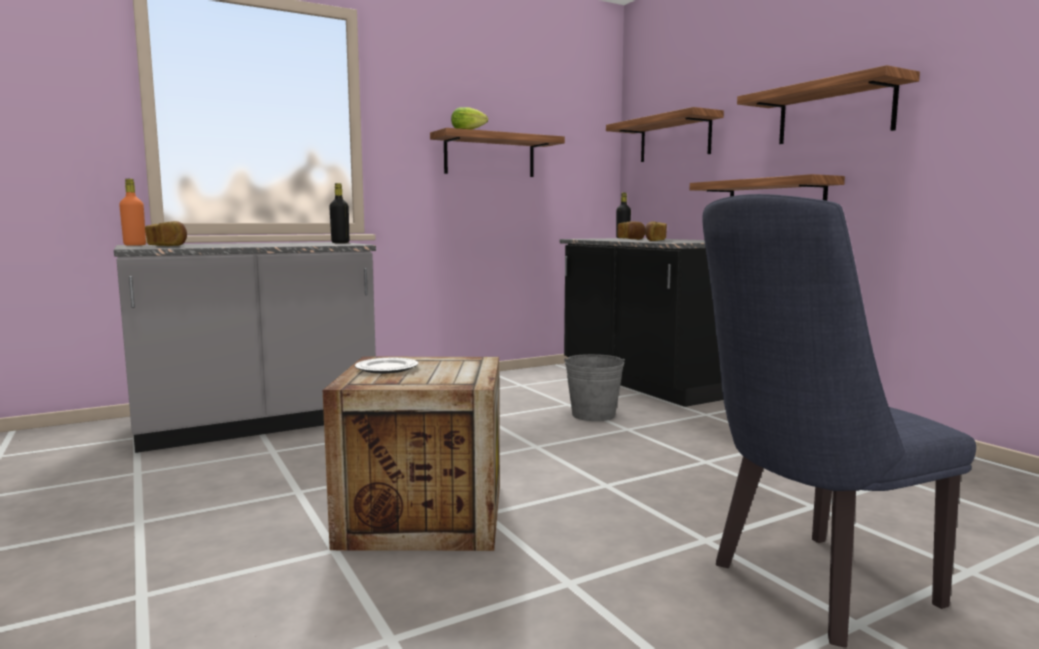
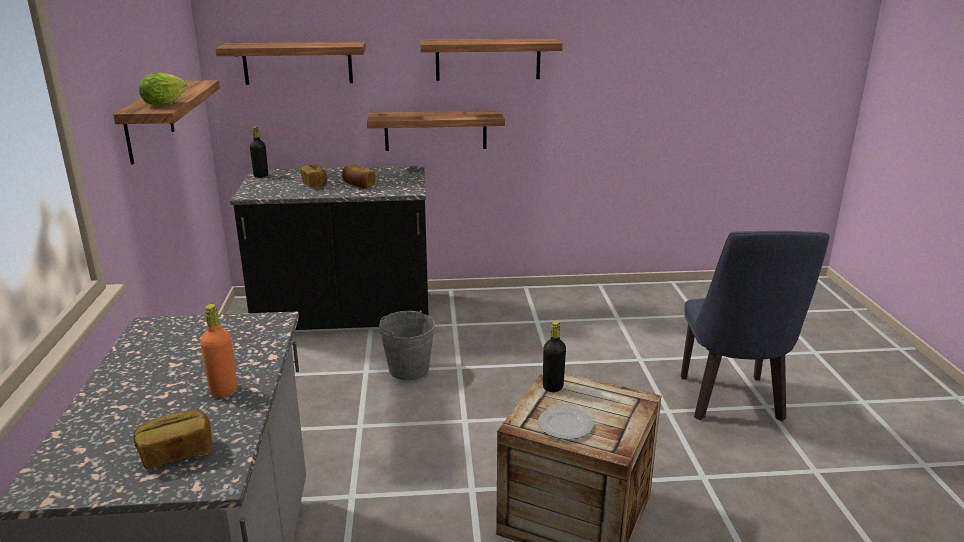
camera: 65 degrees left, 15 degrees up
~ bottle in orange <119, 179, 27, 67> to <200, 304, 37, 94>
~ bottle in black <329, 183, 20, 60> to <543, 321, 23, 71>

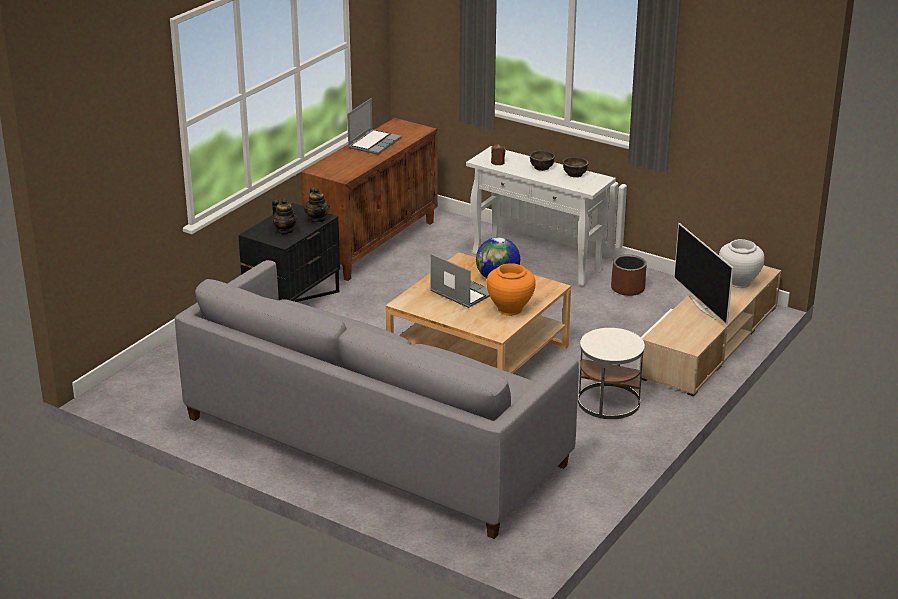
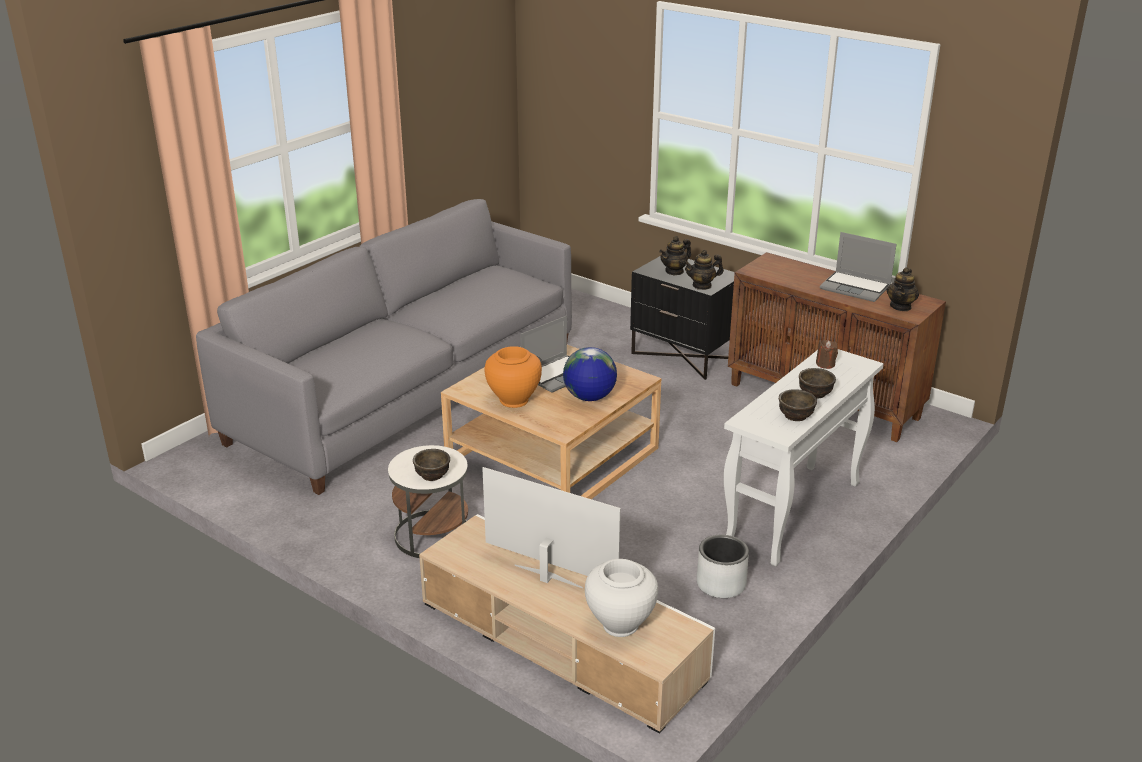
camera: 95 degrees right, 0 degrees up
~ planter in brown <611, 255, 36, 41> to planter in grey <697, 535, 52, 63>
~ television <674, 223, 59, 102> = <482, 467, 139, 121> 45 degrees clockwise
+ bowl in brown <413, 449, 37, 32>
+ teapot <886, 267, 33, 44>

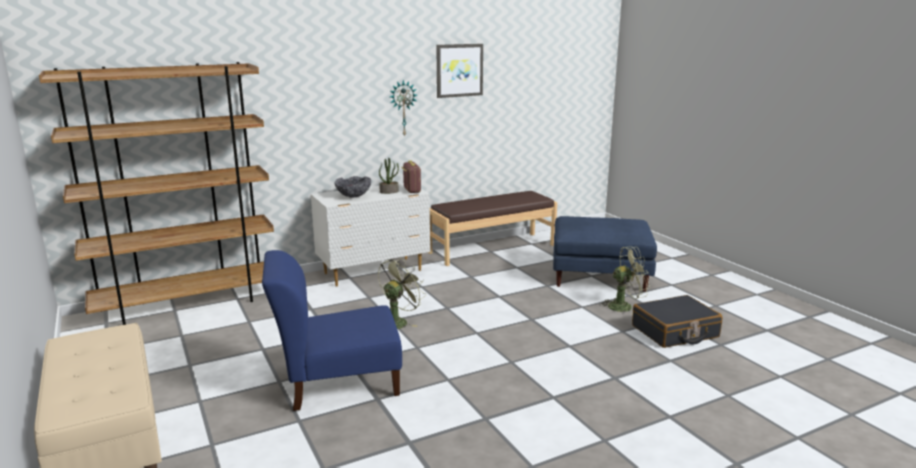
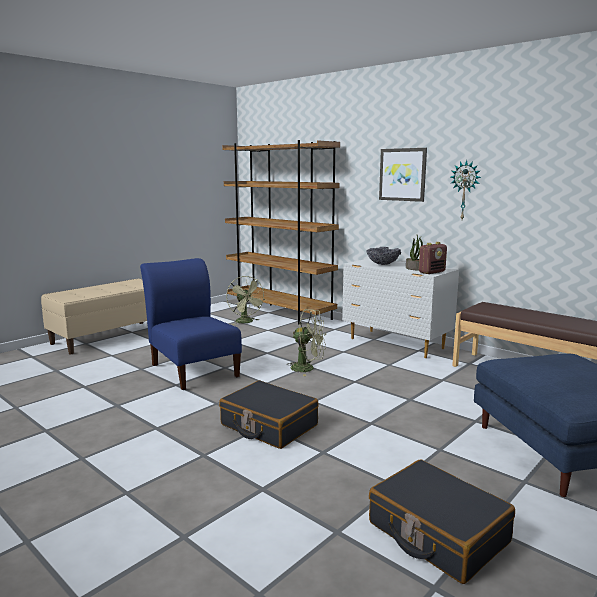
camera: 70 degrees right, 5 degrees down
~ picture <436, 44, 47, 54> to <379, 148, 48, 54>
~ fan in green <601, 246, 49, 68> to <226, 276, 40, 49>
+ suitcase in black <219, 380, 100, 69>

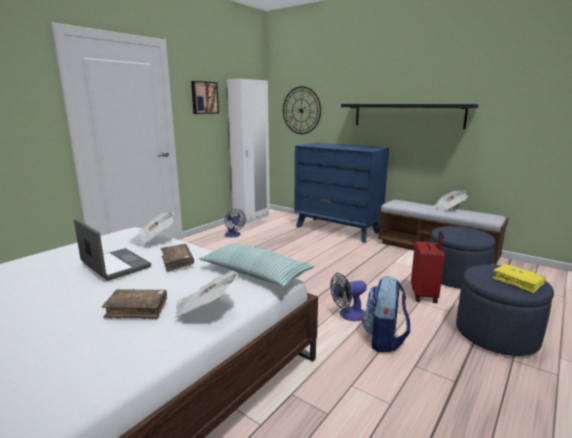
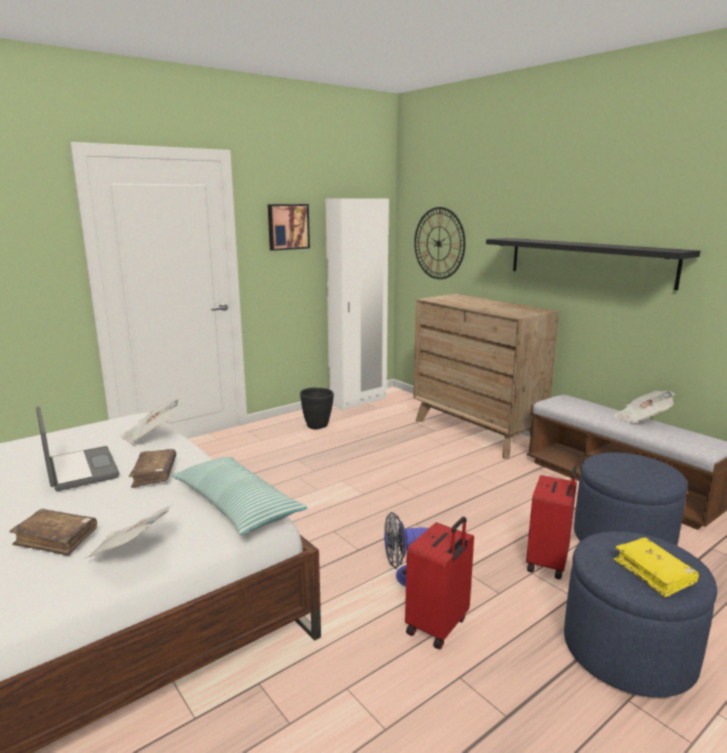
camera: 15 degrees right, 0 degrees up
~ fan <225, 209, 21, 28> to planter in black <300, 388, 34, 41>
~ dresser in blue <294, 143, 95, 100> to dresser in brown <413, 294, 146, 165>
~ backpack <362, 276, 48, 76> to suitcase in red <405, 517, 69, 132>

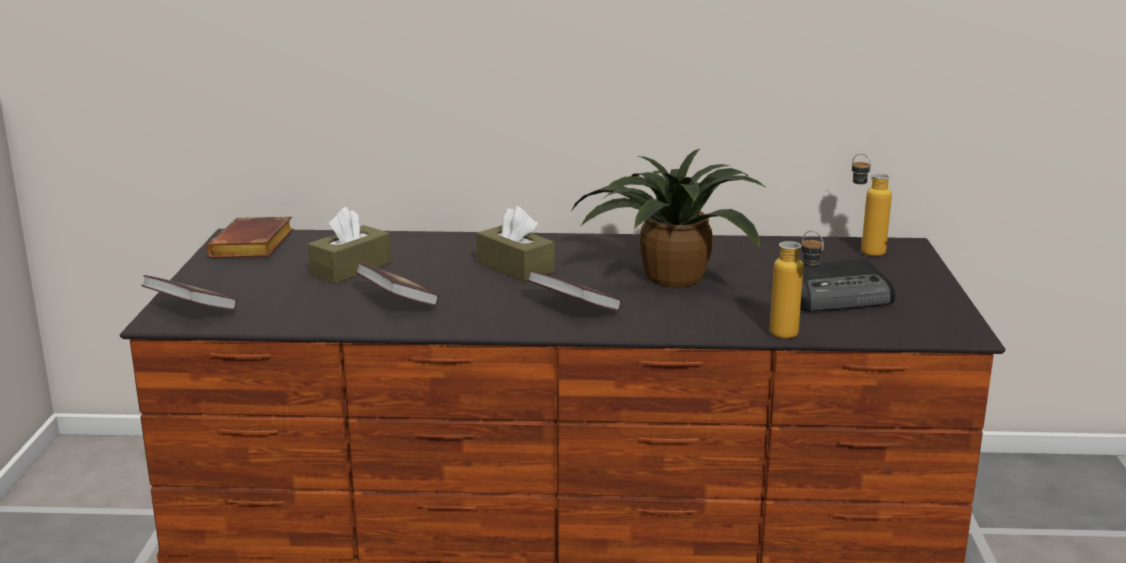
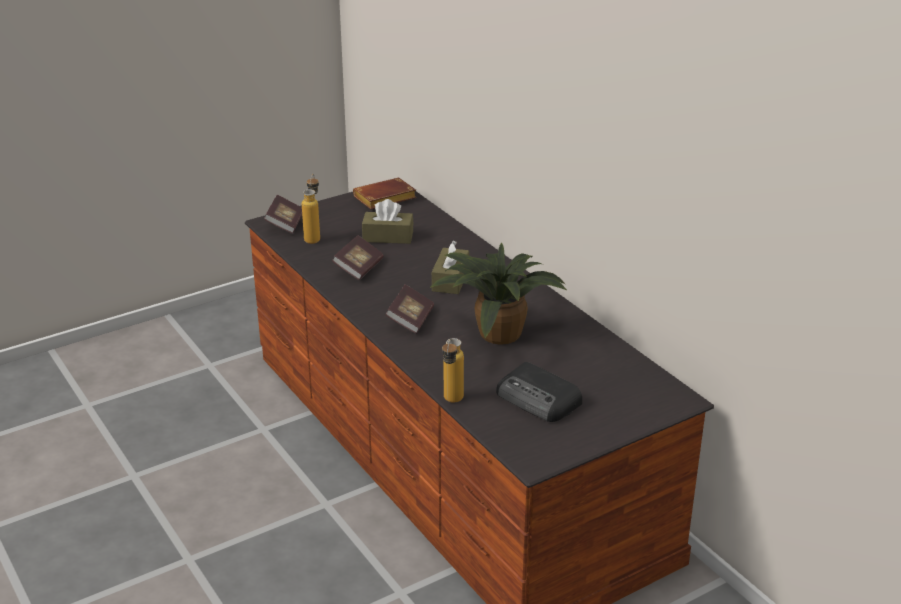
camera: 55 degrees right, 10 degrees up
~ bottle <852, 153, 40, 103> to <302, 174, 18, 70>

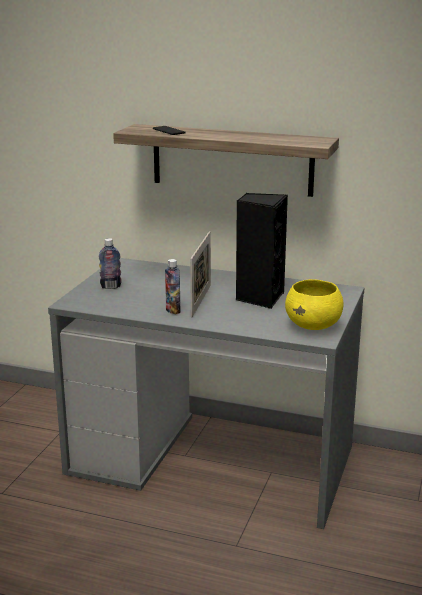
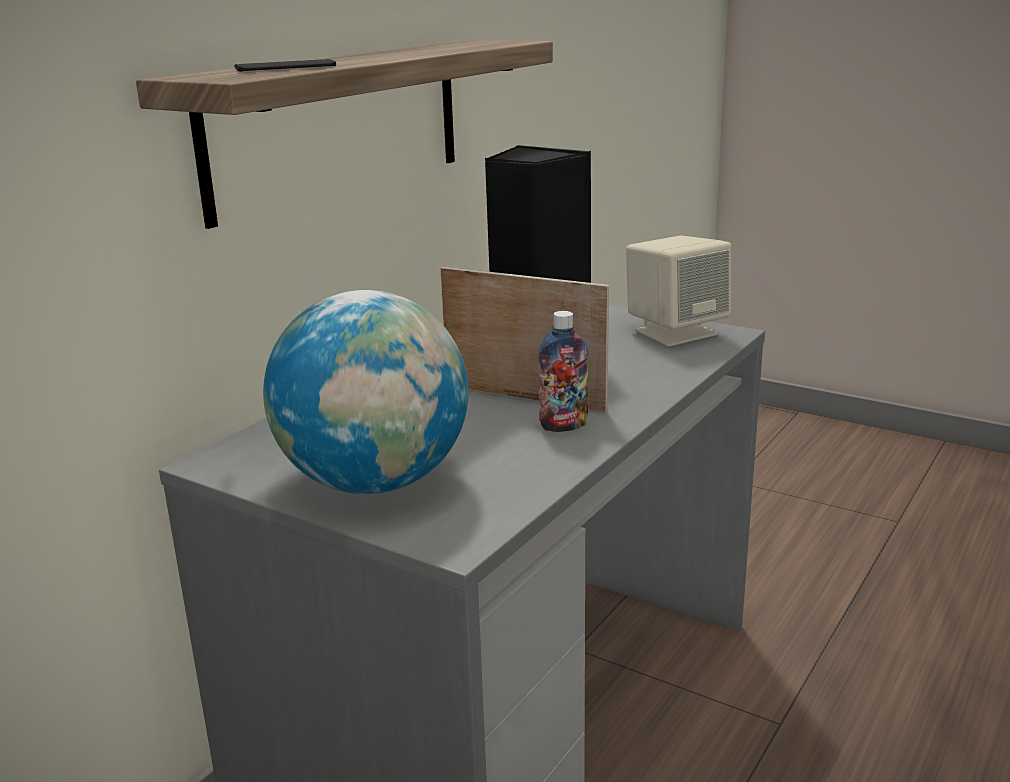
camera: 75 degrees left, 0 degrees up
~ bottle <99, 238, 23, 51> to globe <263, 290, 205, 204>
~ bowl in yellow <285, 279, 59, 51> to speaker in beige <626, 235, 106, 112>

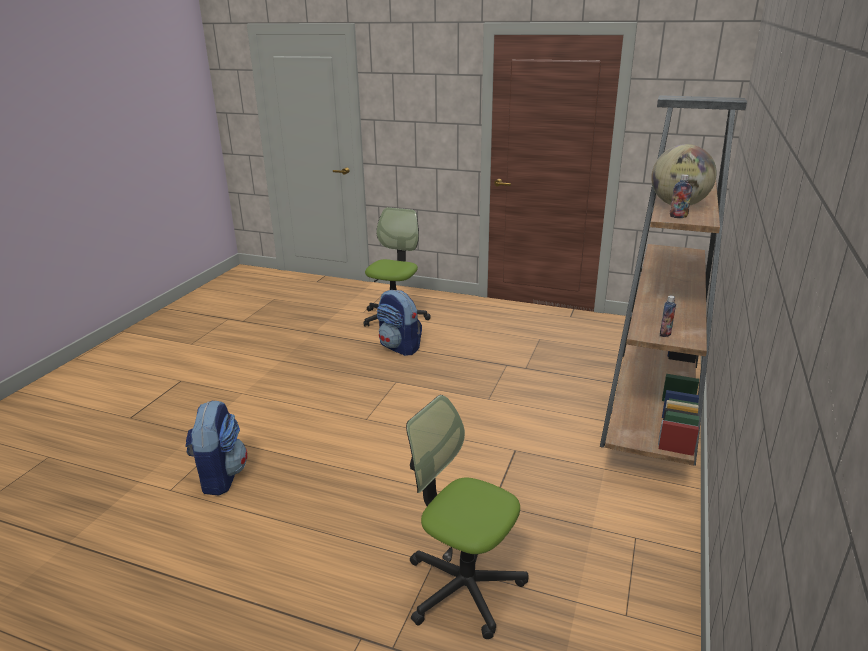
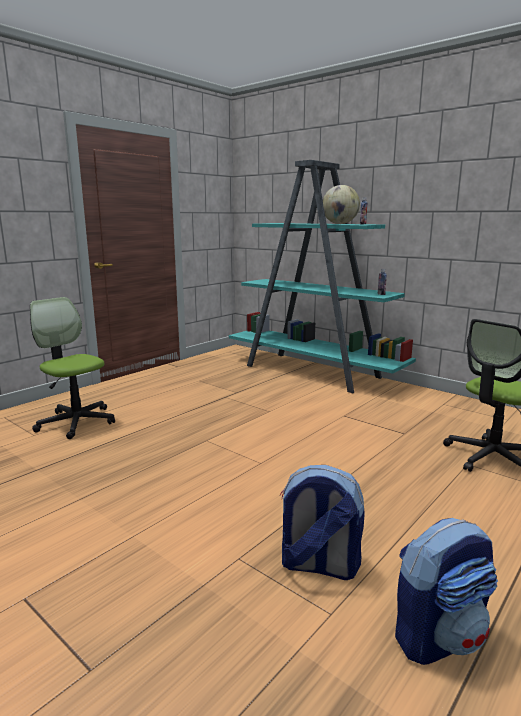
camera: 70 degrees left, 10 degrees down
~ backpack <377, 290, 45, 66> to <395, 518, 103, 147>
~ bookcase in brown <600, 95, 147, 371> to bookcase in turquoise <229, 160, 187, 233>

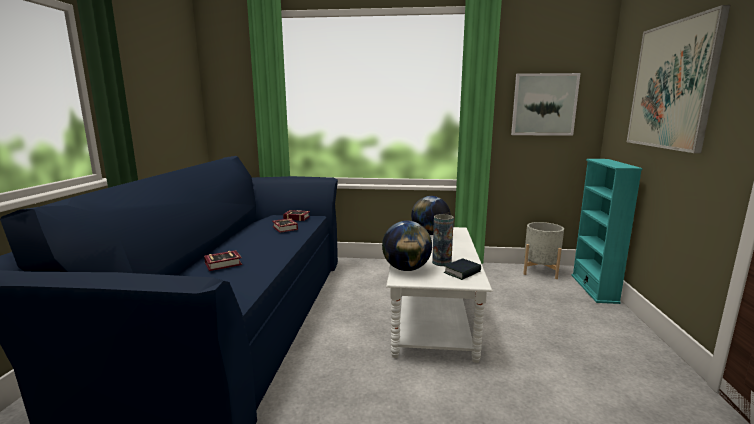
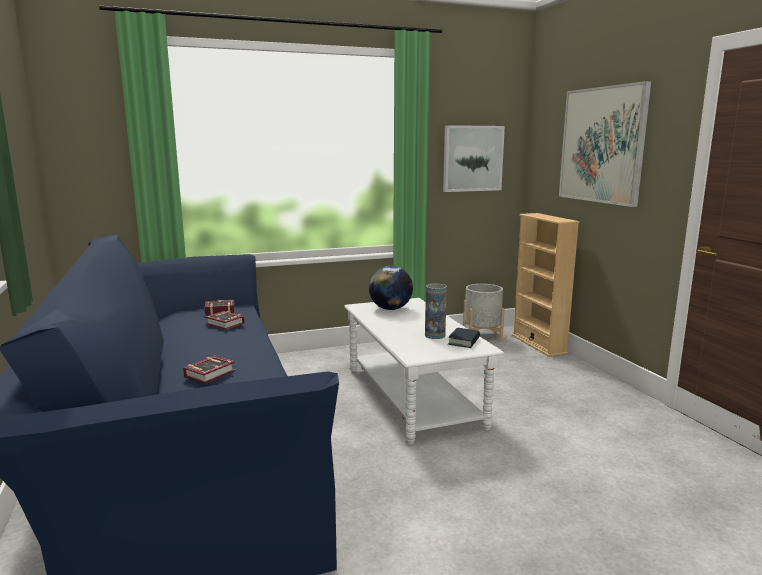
camera: 25 degrees left, 0 degrees up
- globe <382, 221, 50, 50>
~ bookcase in turquoise <571, 159, 72, 145> to bookcase in beige <512, 213, 68, 144>

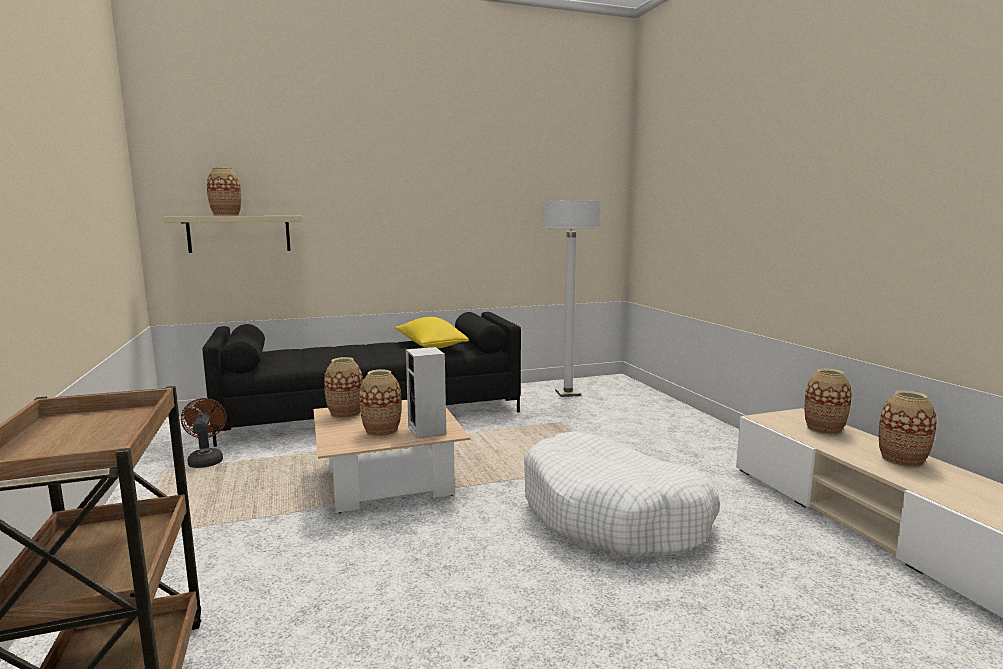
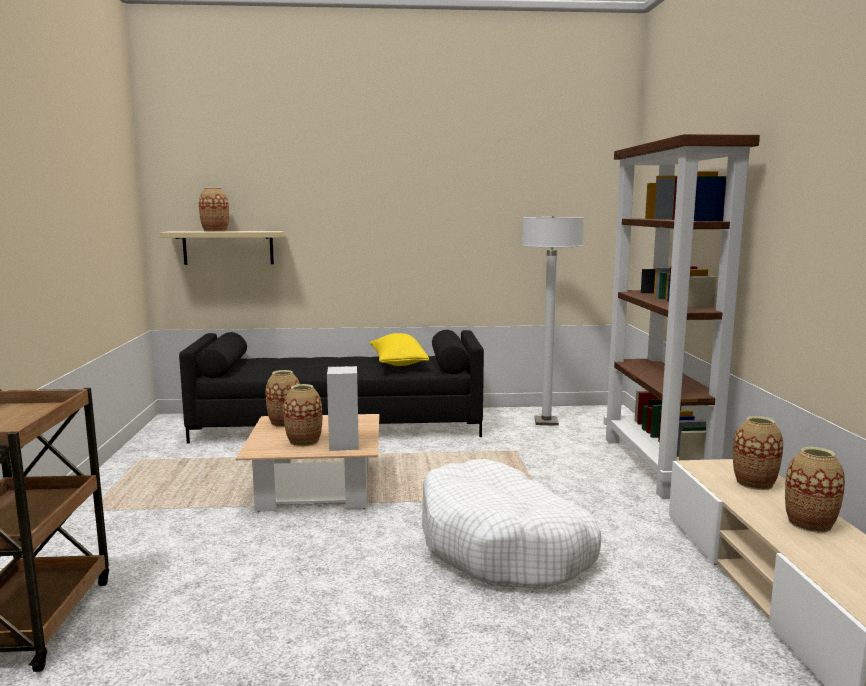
camera: 15 degrees right, 0 degrees up
- fan in brown <181, 398, 46, 70>
+ bookcase in brown <604, 134, 156, 365>

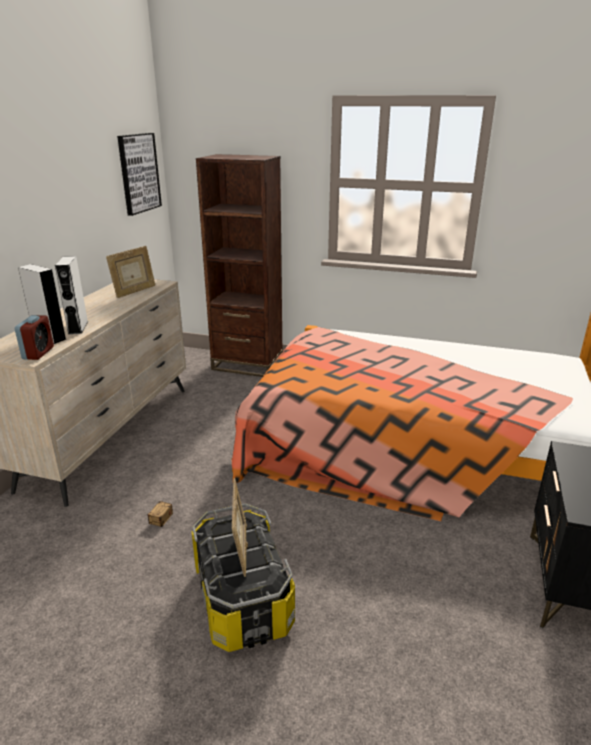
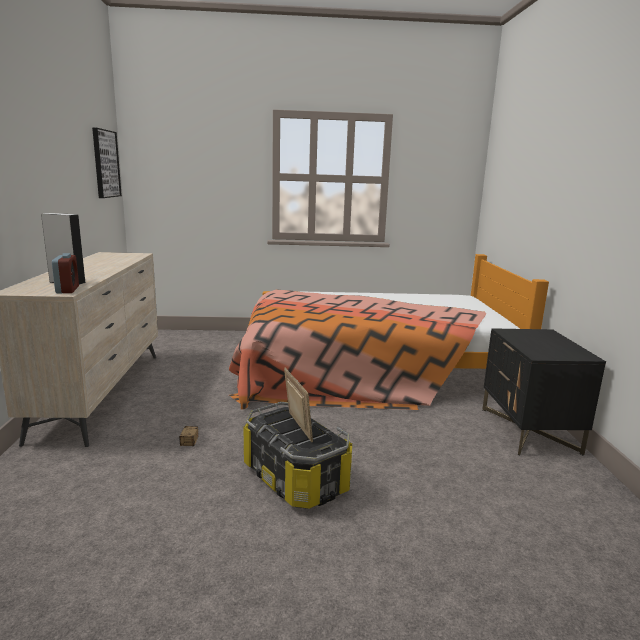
camera: 20 degrees left, 10 degrees down
- speaker in grey <55, 256, 33, 78>
- picture frame <106, 246, 49, 52>
- bookcase in brown <196, 154, 87, 223>

